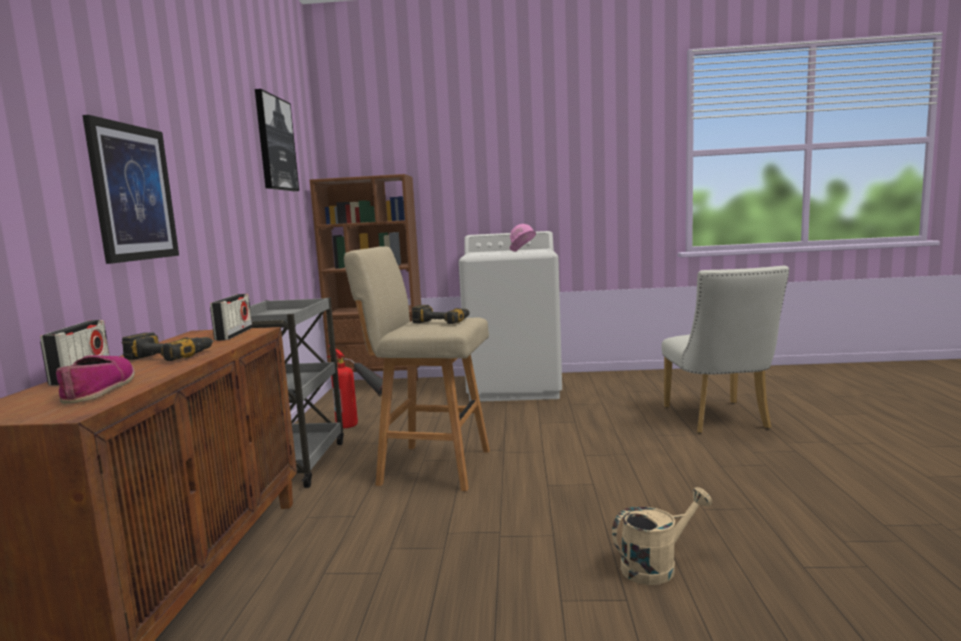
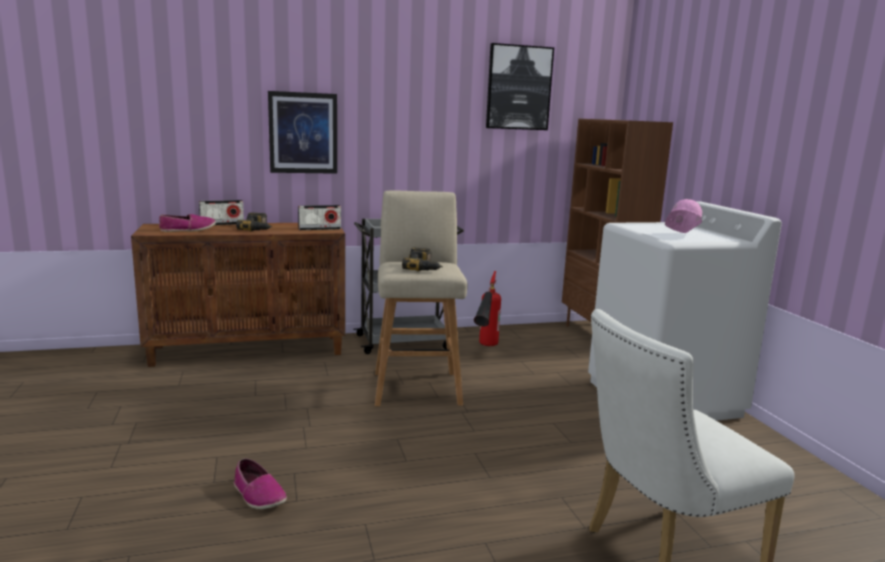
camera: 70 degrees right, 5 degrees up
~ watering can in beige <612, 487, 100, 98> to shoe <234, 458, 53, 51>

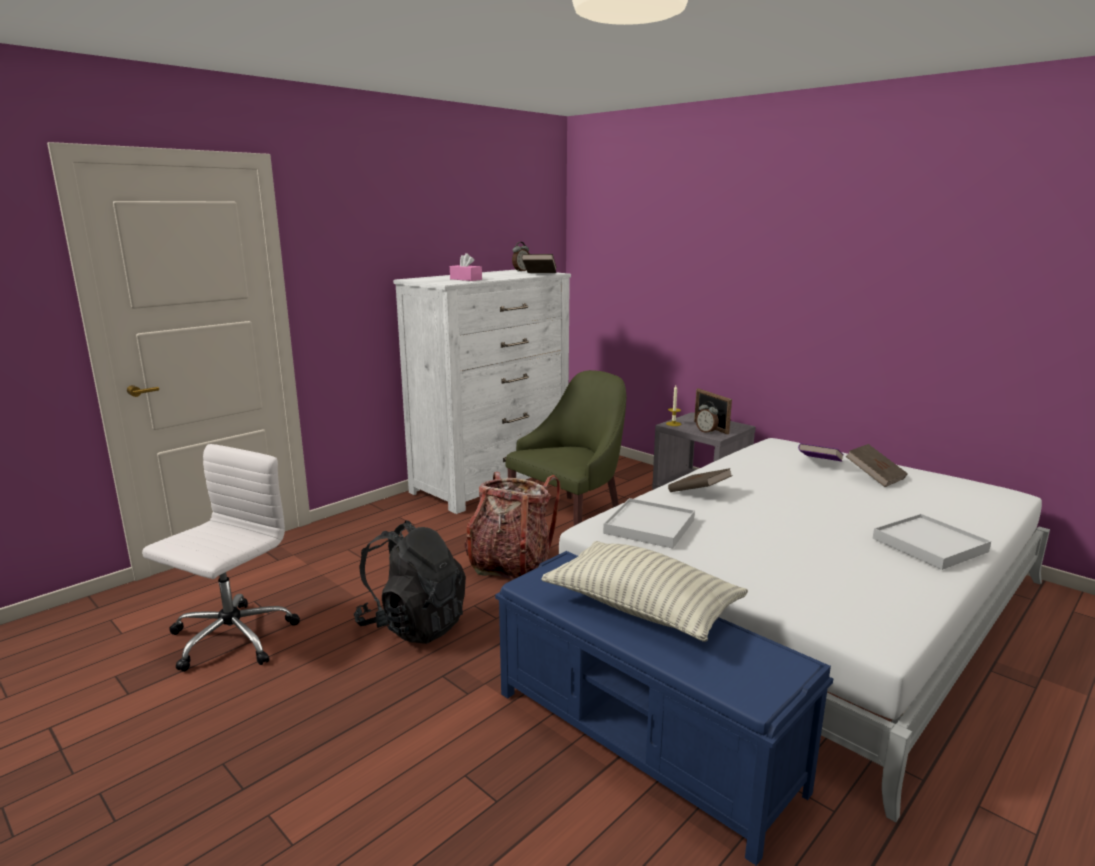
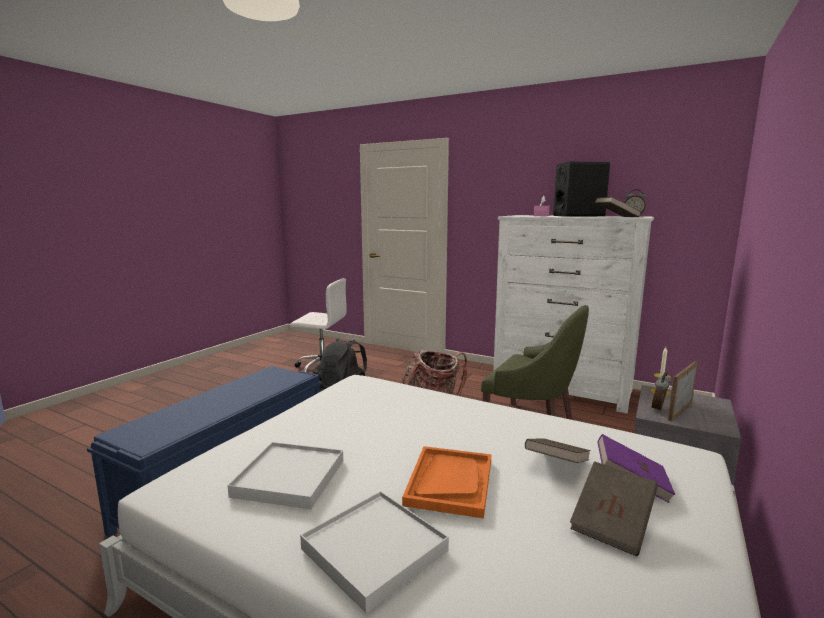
camera: 75 degrees right, 5 degrees down
- pillow <541, 541, 207, 101>
~ tray in white <603, 498, 92, 51> to <228, 442, 115, 67>
~ book in brown <668, 468, 65, 24> to <525, 438, 66, 25>
+ tray in orange <402, 446, 89, 73>
+ speaker in black <553, 161, 57, 56>

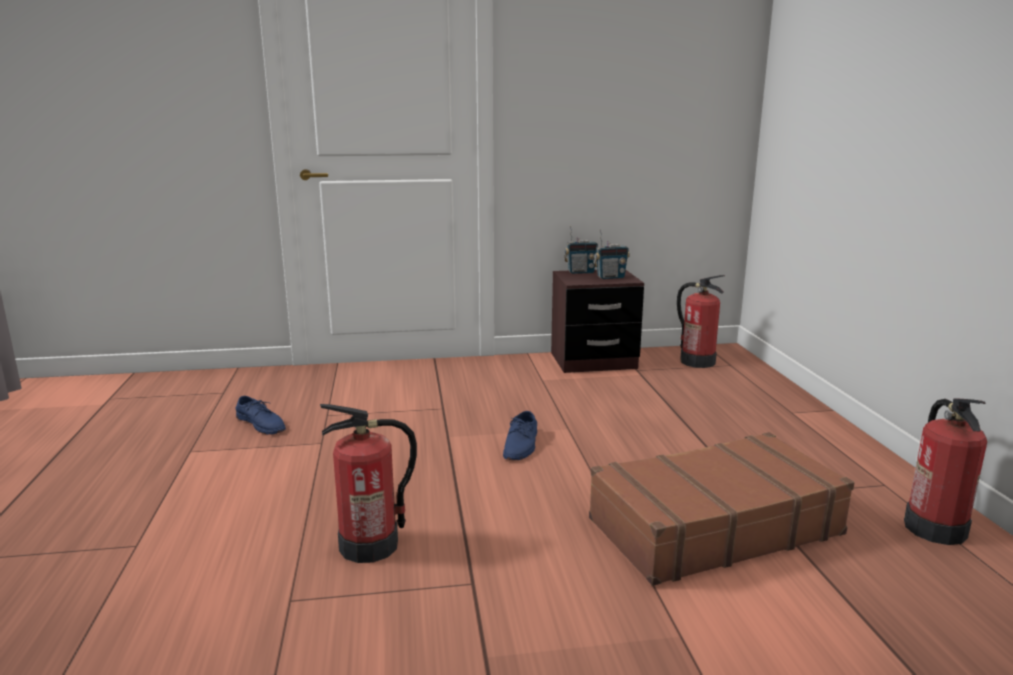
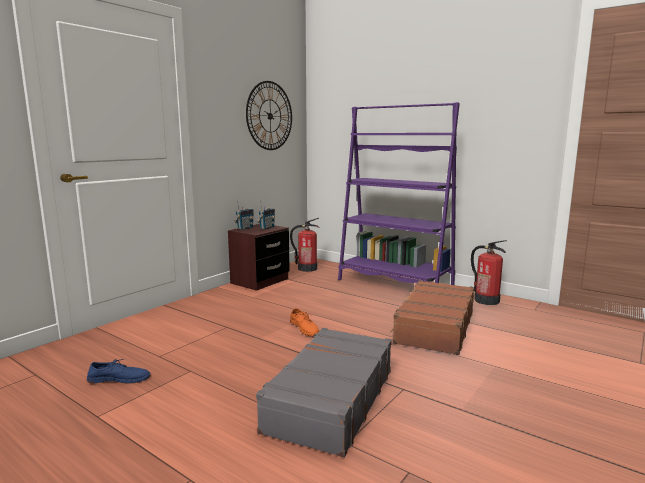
camera: 45 degrees left, 5 degrees down
~ fire extinguisher <320, 404, 97, 159> to suitcase in grey <256, 328, 136, 129>
~ shoe in blue <503, 411, 34, 49> to shoe in orange <290, 308, 29, 28>
+ wall clock <246, 81, 46, 69>
+ bookcase in purple <338, 102, 122, 183>

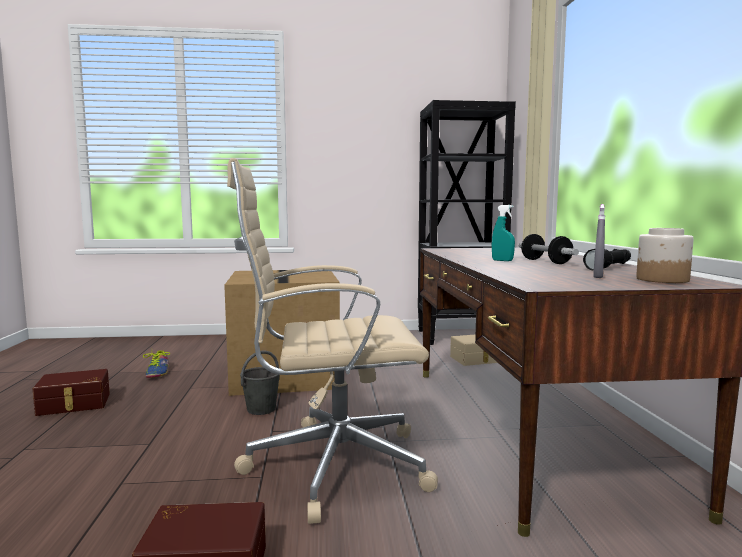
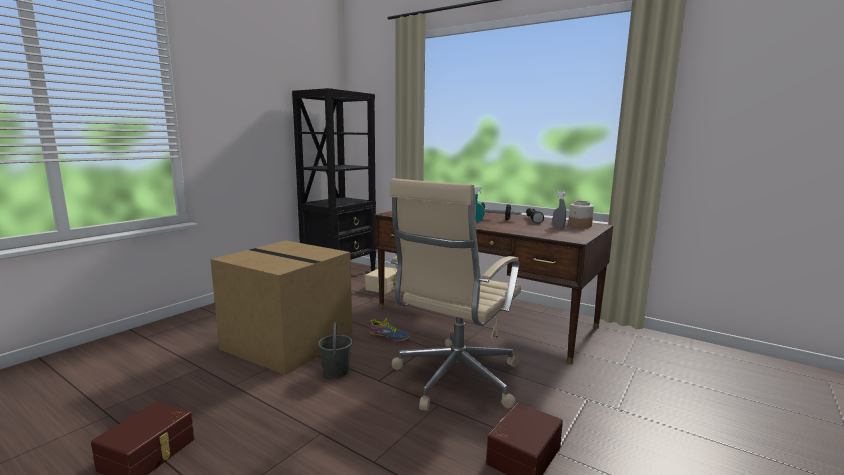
camera: 50 degrees left, 5 degrees up
~ shoe <143, 350, 27, 28> to <369, 318, 41, 24>

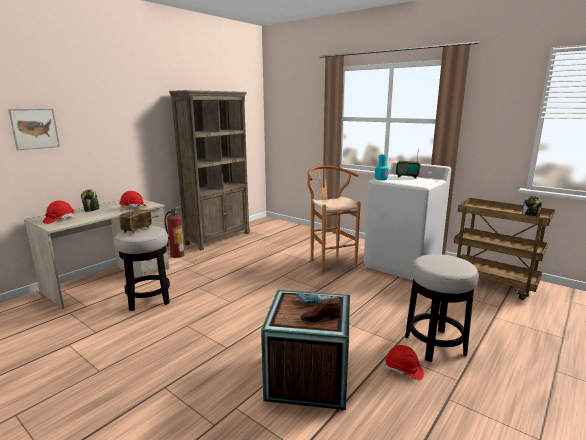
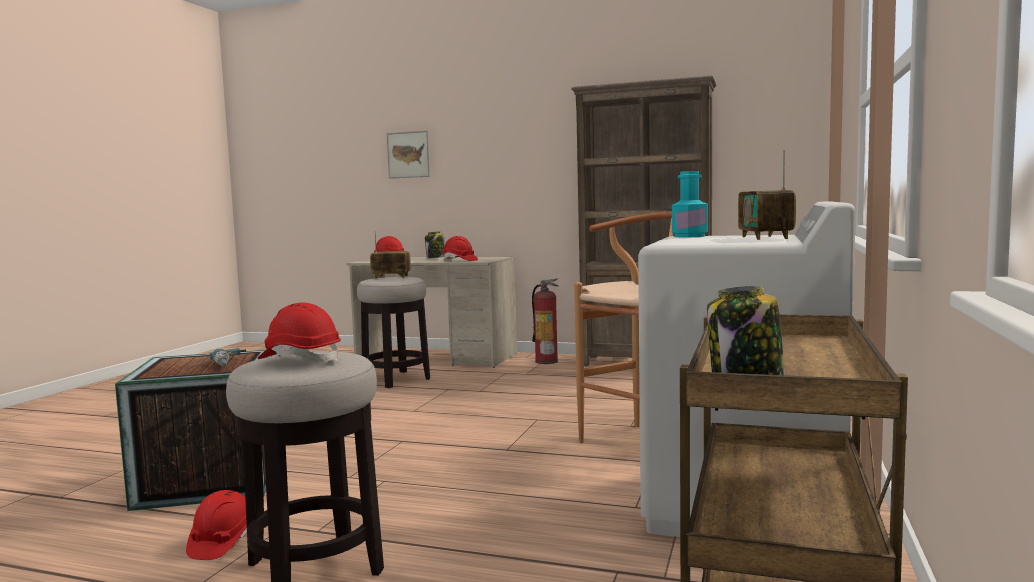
camera: 70 degrees right, 10 degrees down
- shoe in brown <301, 302, 41, 20>
+ hard hat in red <258, 302, 83, 60>

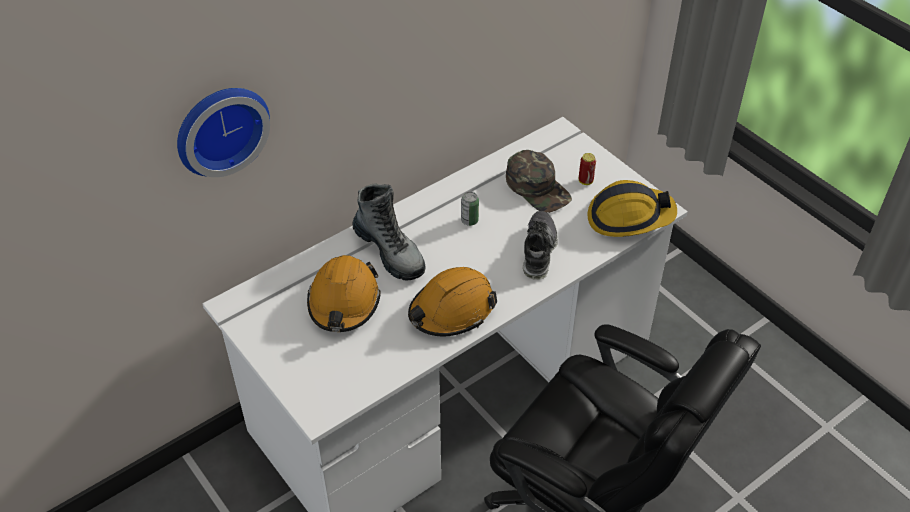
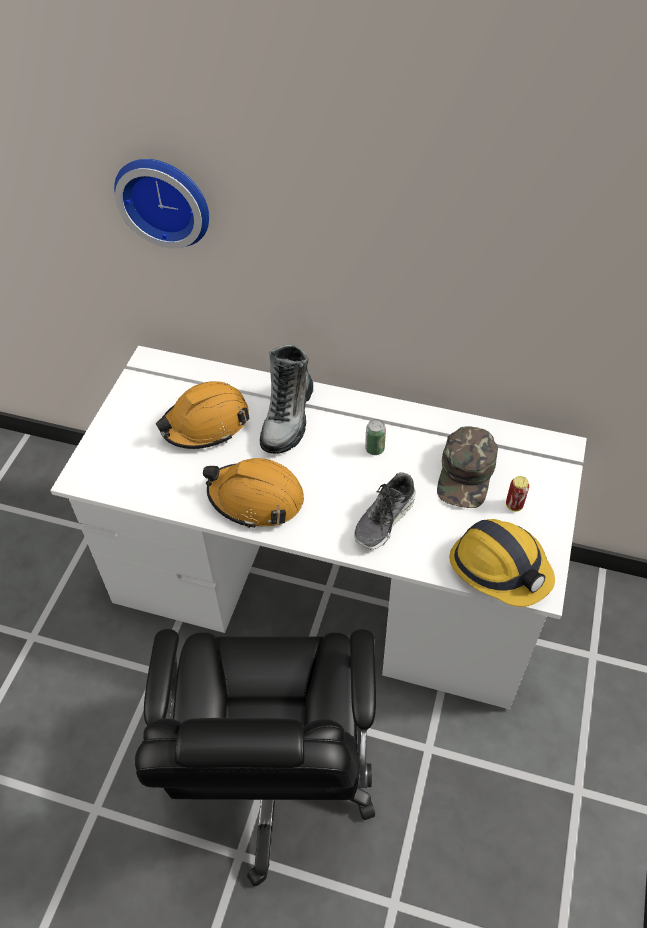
camera: 55 degrees right, 5 degrees up
~ shoe <523, 211, 35, 69> = <354, 472, 62, 78> 150 degrees clockwise

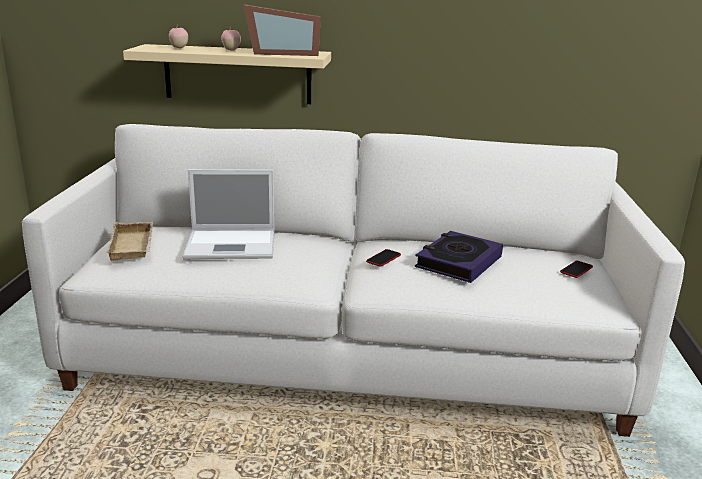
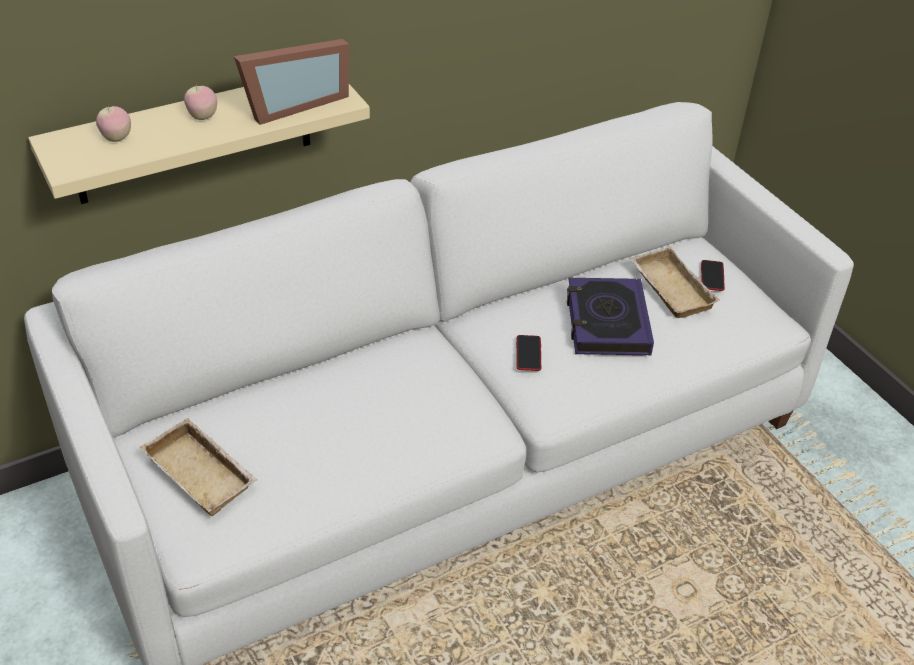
camera: 35 degrees left, 20 degrees up
- laptop <183, 169, 92, 90>
+ tray in beige <629, 247, 91, 71>

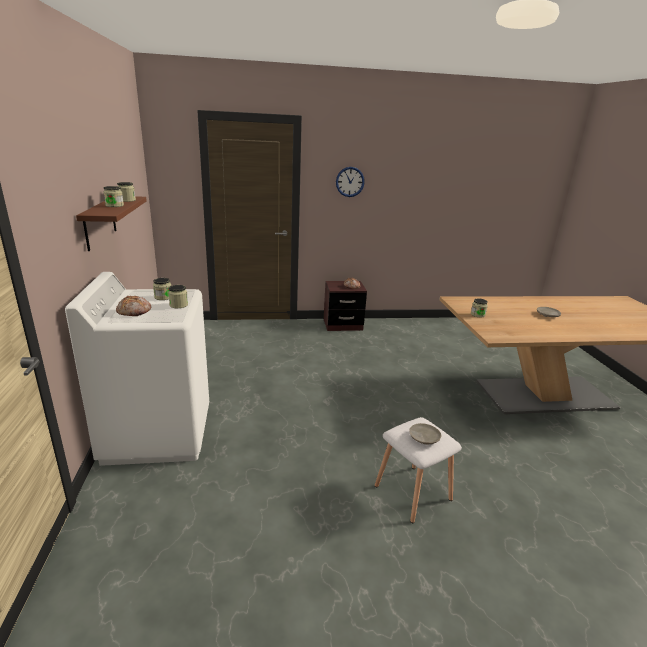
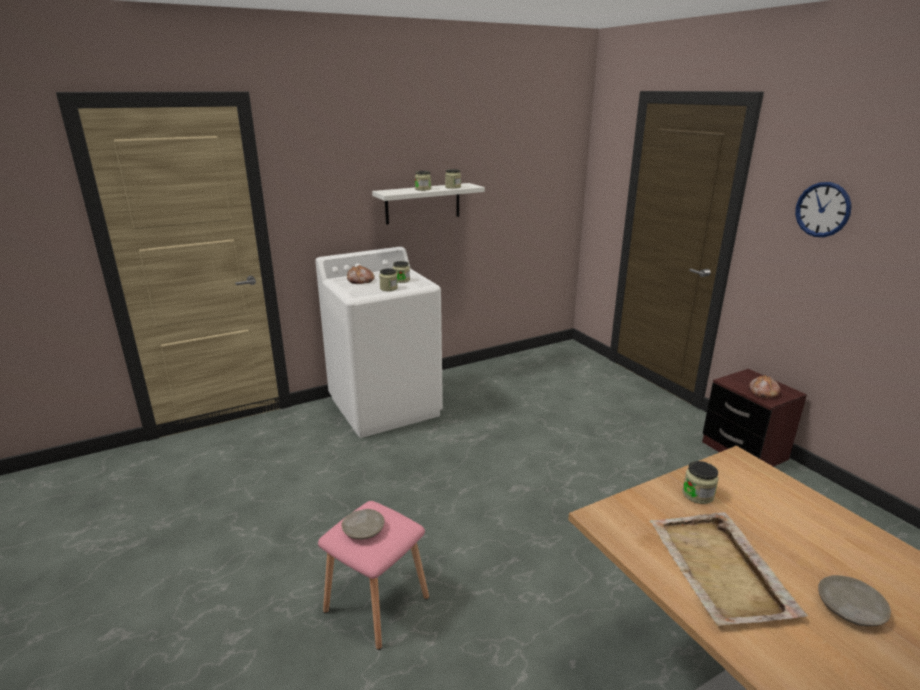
camera: 70 degrees right, 0 degrees up
~ shelf in brown <76, 196, 71, 55> to shelf in white <372, 183, 113, 42>
~ stool in white <375, 417, 87, 106> to stool in pink <318, 501, 111, 149>
+ tray in beige <650, 512, 158, 114>

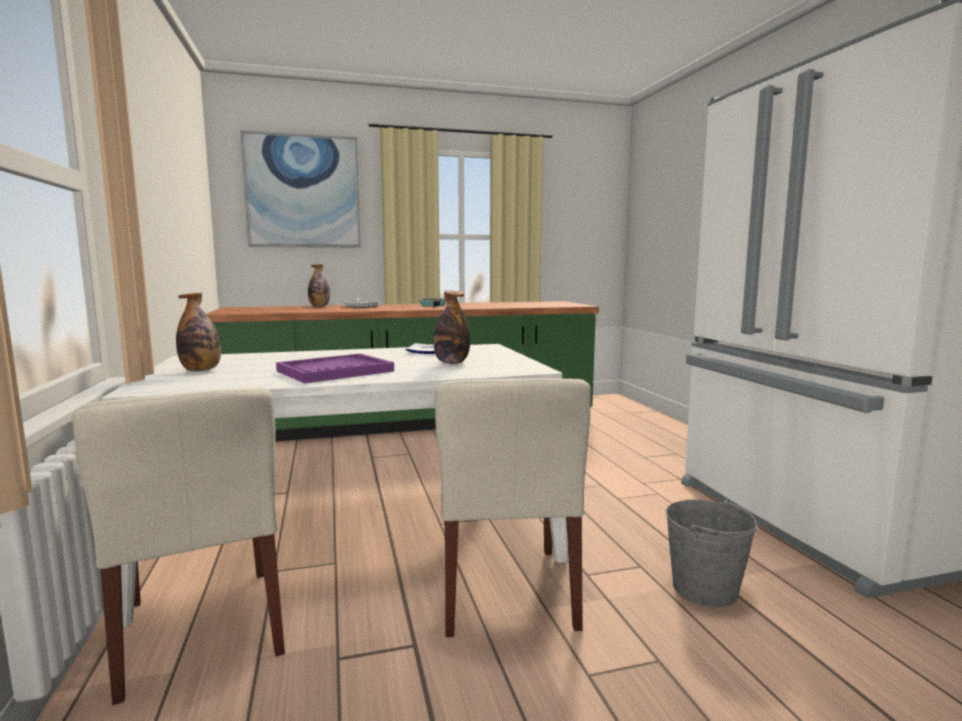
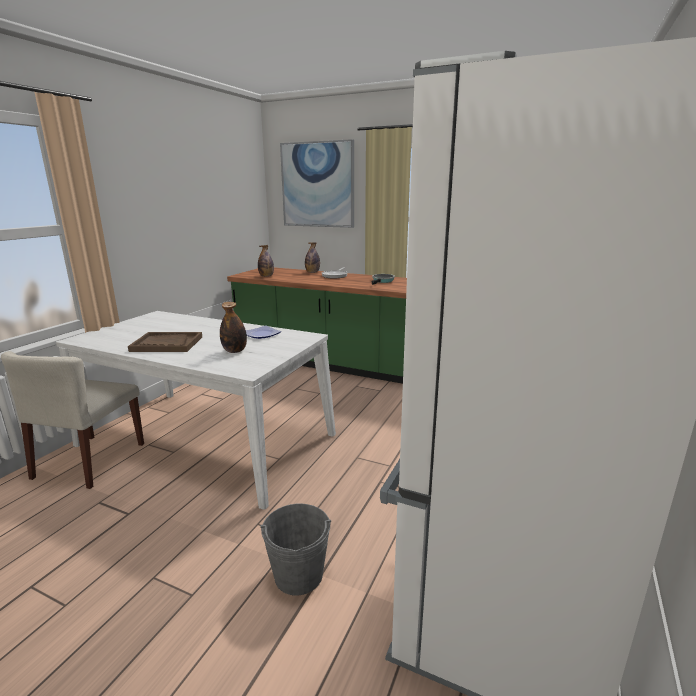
camera: 40 degrees right, 10 degrees up
~ bottle <176, 292, 45, 79> to <258, 245, 16, 32>
~ tray in purple <276, 353, 118, 30> to tray in brown <128, 332, 74, 20>
- chair in beige <435, 378, 156, 259>

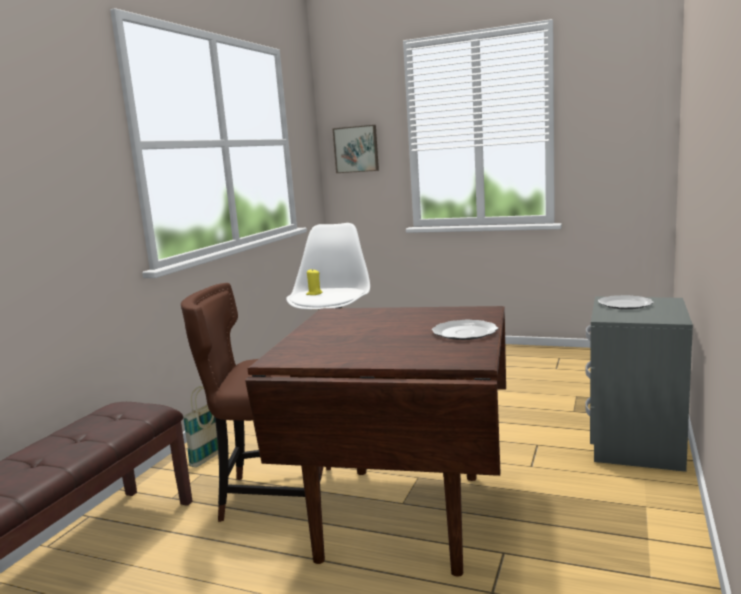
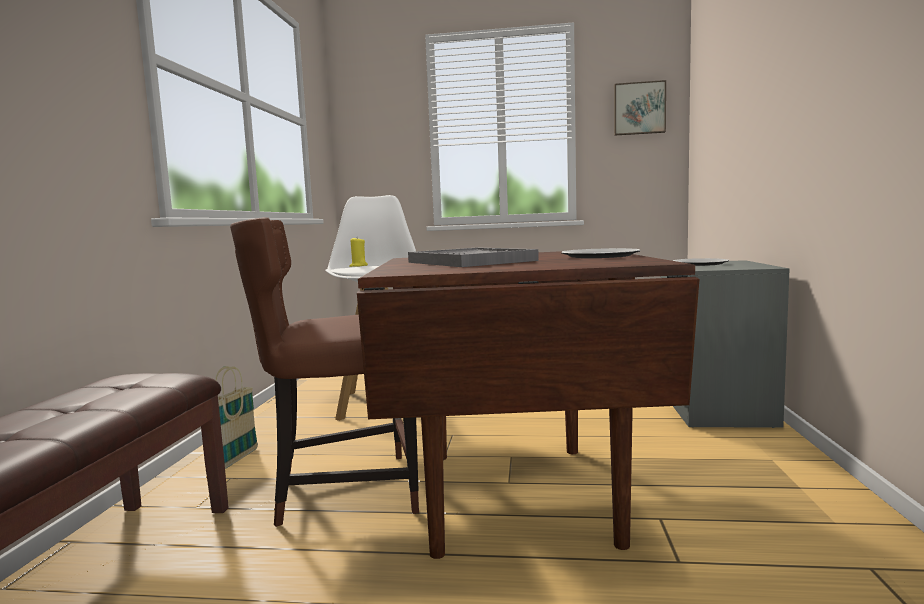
camera: 15 degrees left, 5 degrees down
~ picture <333, 125, 46, 48> to <614, 80, 52, 56>
+ tray in grey <408, 247, 131, 20>

